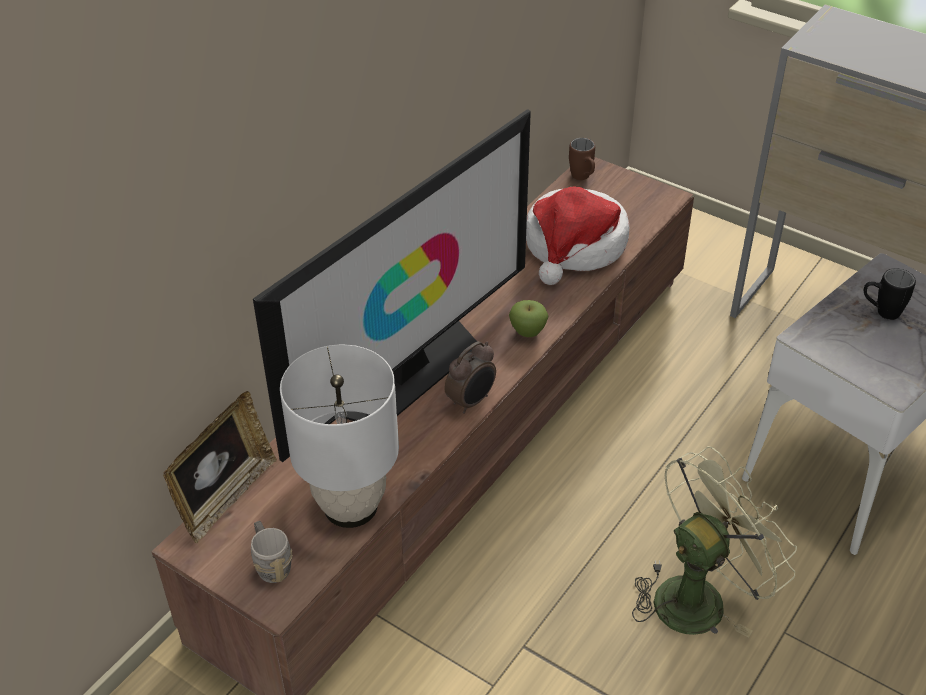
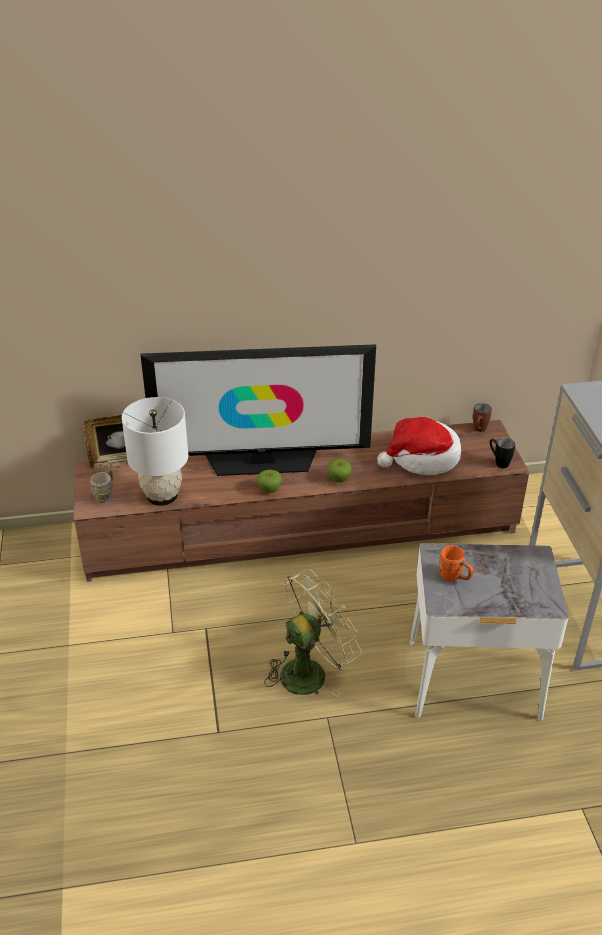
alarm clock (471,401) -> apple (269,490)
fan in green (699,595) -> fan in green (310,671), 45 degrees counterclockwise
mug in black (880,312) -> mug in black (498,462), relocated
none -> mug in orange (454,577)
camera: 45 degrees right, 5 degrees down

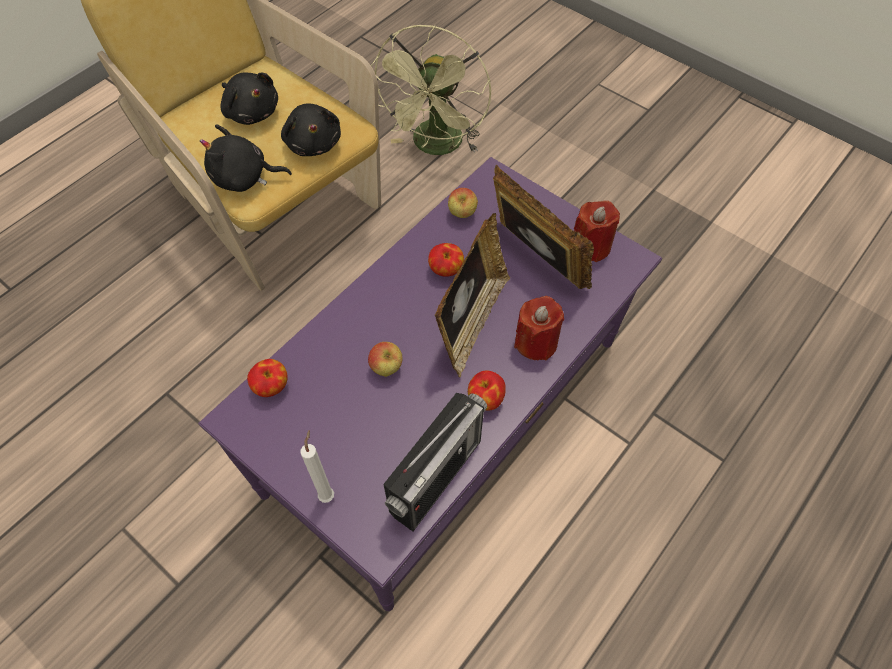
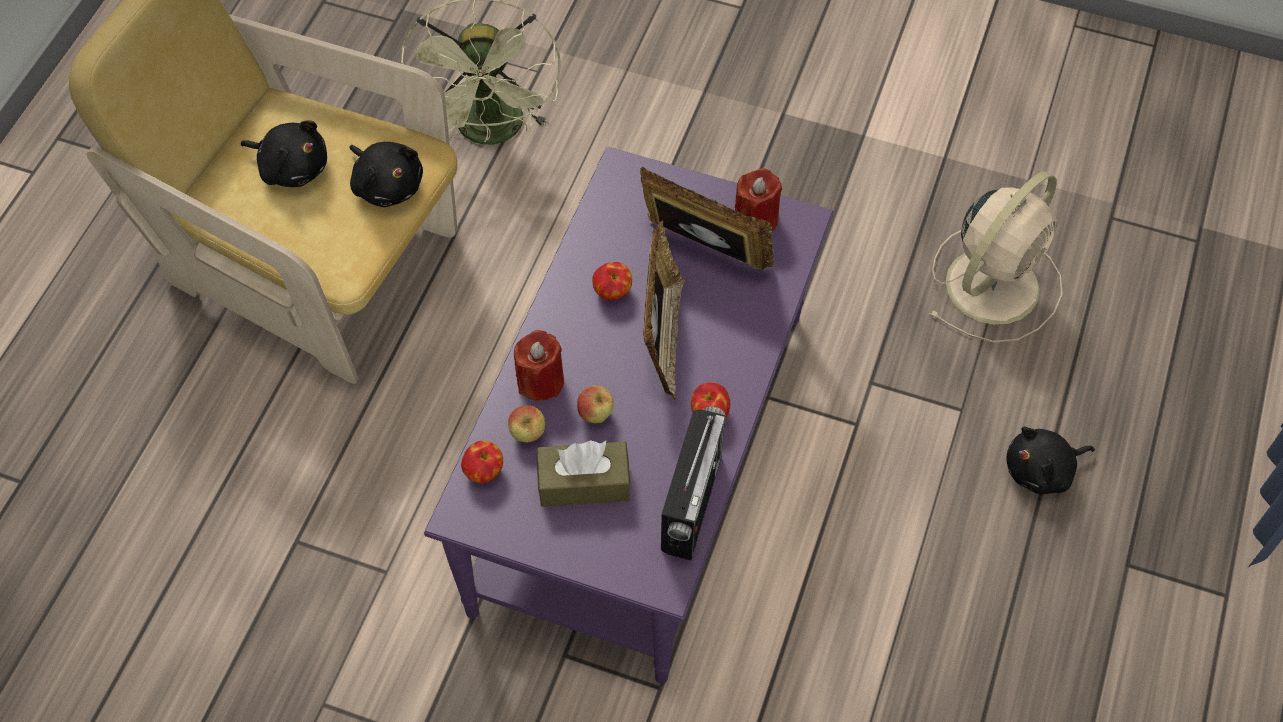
plush toy in black (244,178) -> plush toy in black (1042,471), relocated
candle in white (327,494) -> none
apple (462,214) -> apple (528,434), relocated
candle in red (536,342) -> candle in red (540,381), relocated
none -> tissue box in brown (584,483)
none -> fan in beige (994,283)
camera: 20 degrees left, 0 degrees up

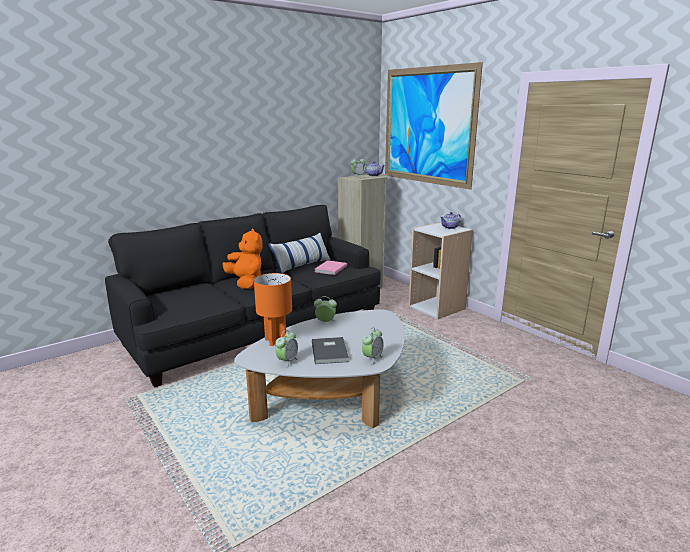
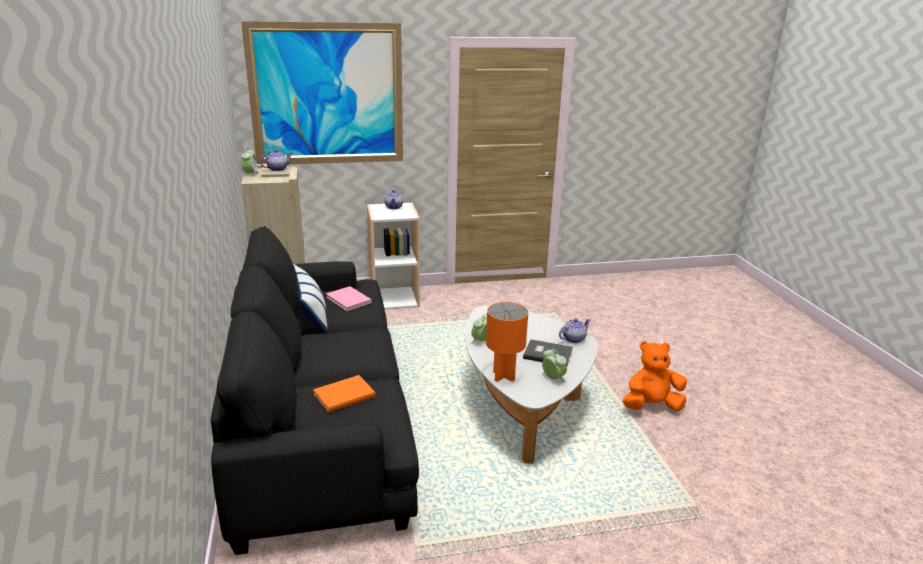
plush toy in orange (246,283) -> plush toy in orange (651,406), relocated
alarm clock (372,358) -> teapot (573,339)
none -> book in orange (343,395)
camera: 65 degrees left, 5 degrees up

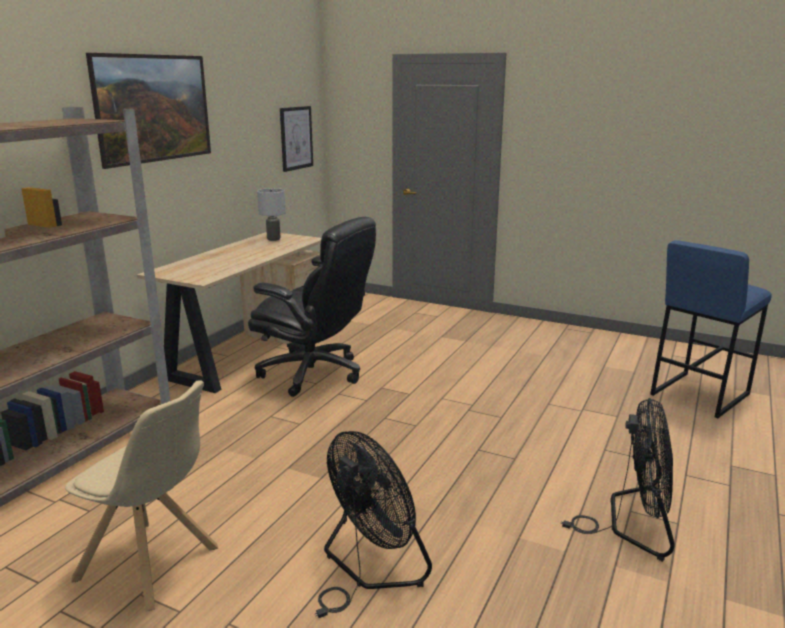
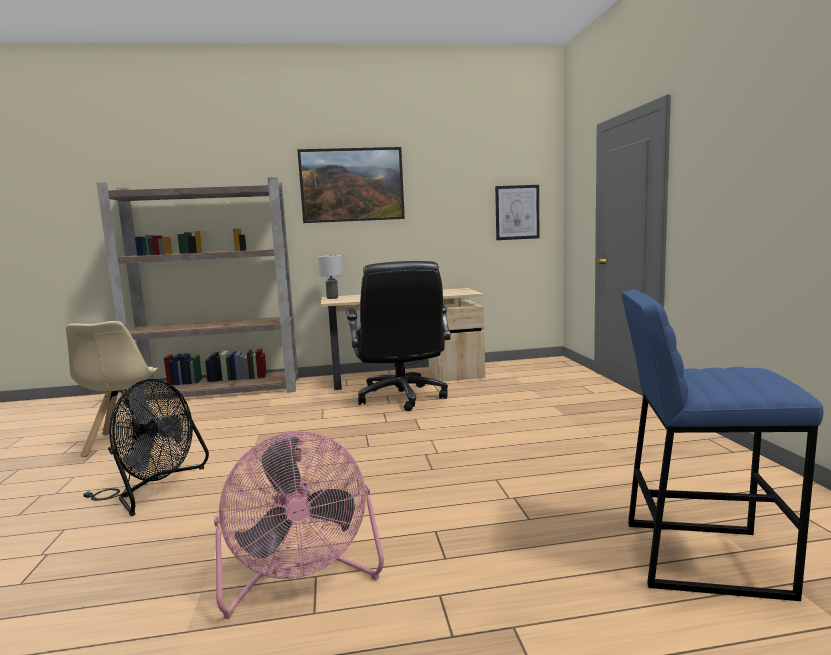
table lamp in white (273,239) -> table lamp in white (332,298), relocated
fan in black (630,520) -> fan in pink (295,580)
camera: 55 degrees right, 10 degrees down

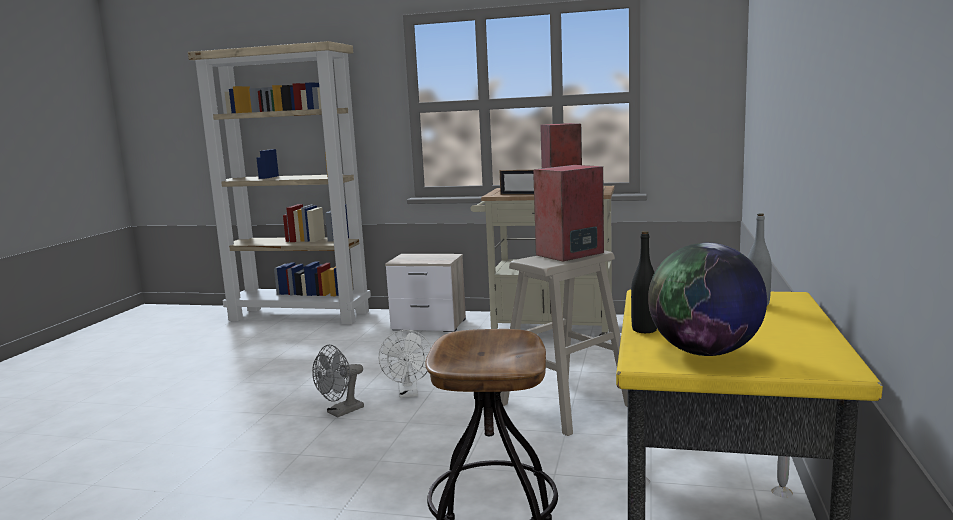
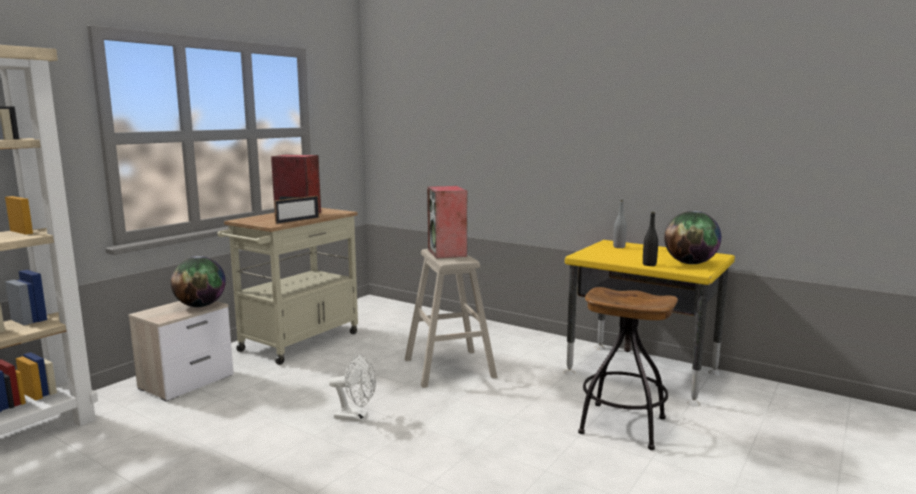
fan in grey (341,412) -> none
none -> globe (200,306)
camera: 70 degrees left, 0 degrees up

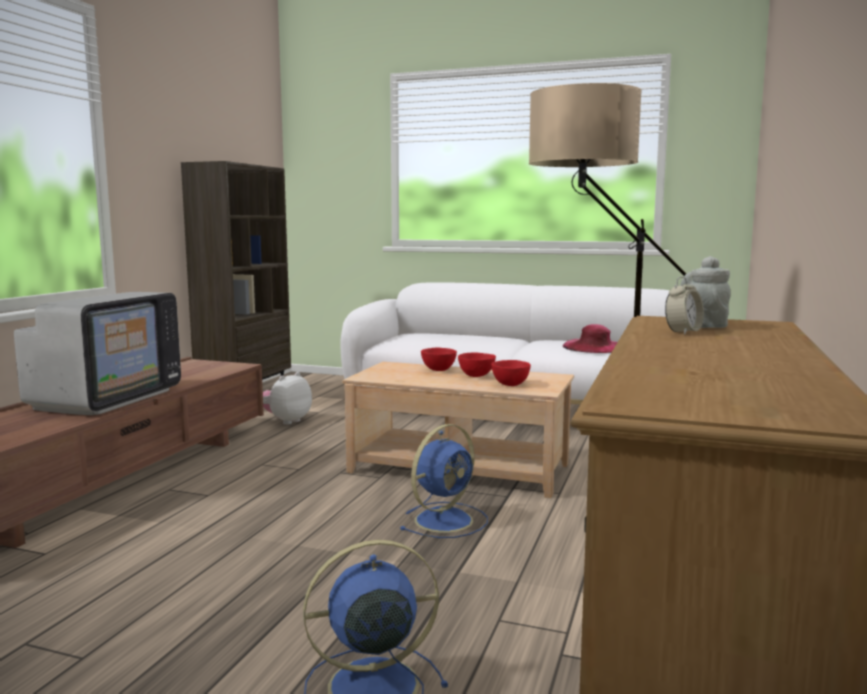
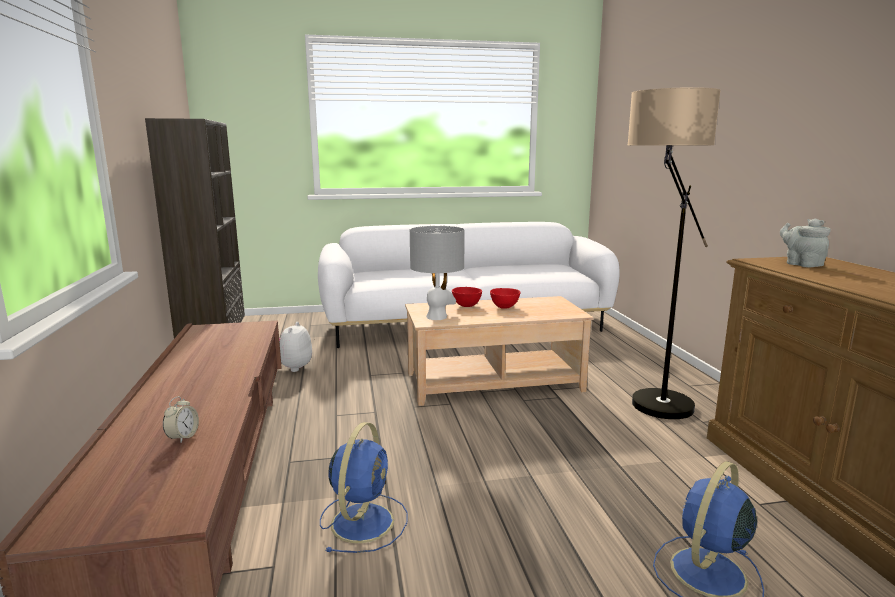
television (107,399) -> none
fan in blue (445,520) -> fan in blue (363,520), relocated
bowl in red (510,384) -> none
hat in pink (594,347) -> none
alarm clock (683,332) -> alarm clock (183,437), relocated
none -> table lamp in grey (437,317)
camera: 30 degrees left, 5 degrees up

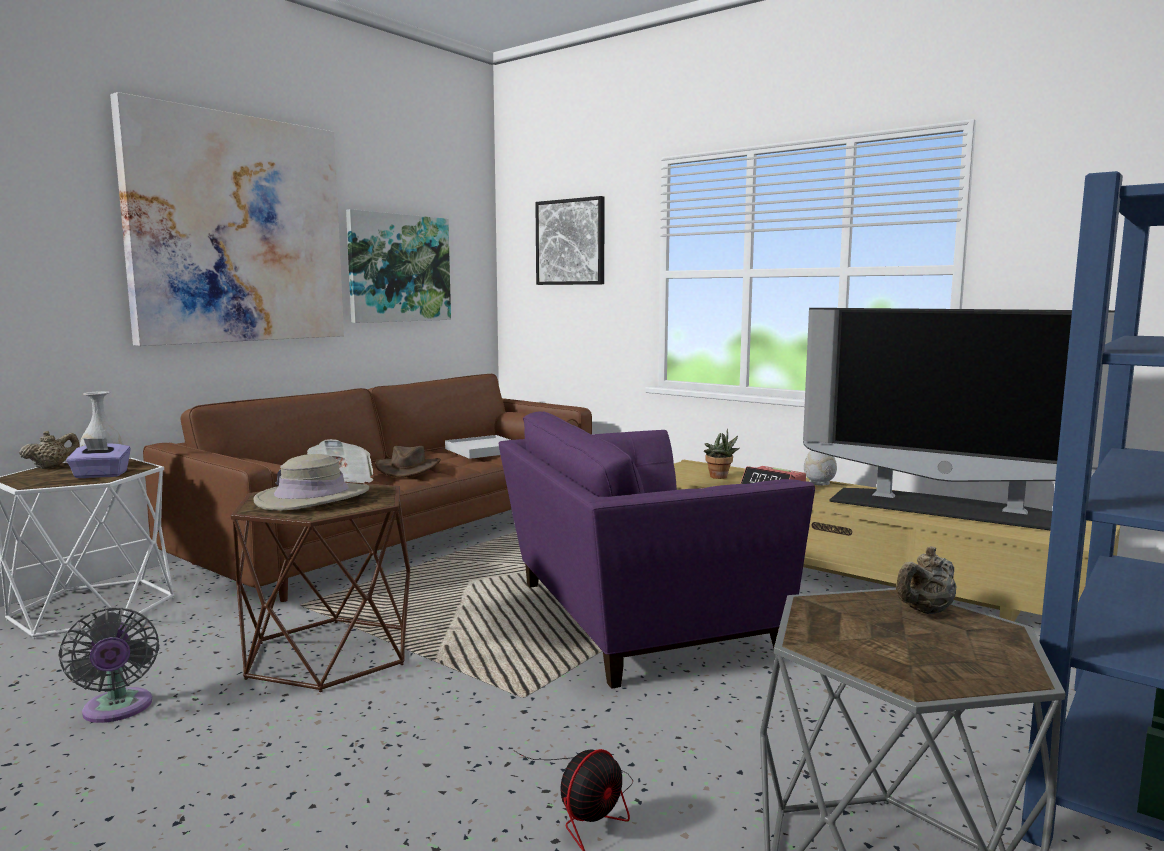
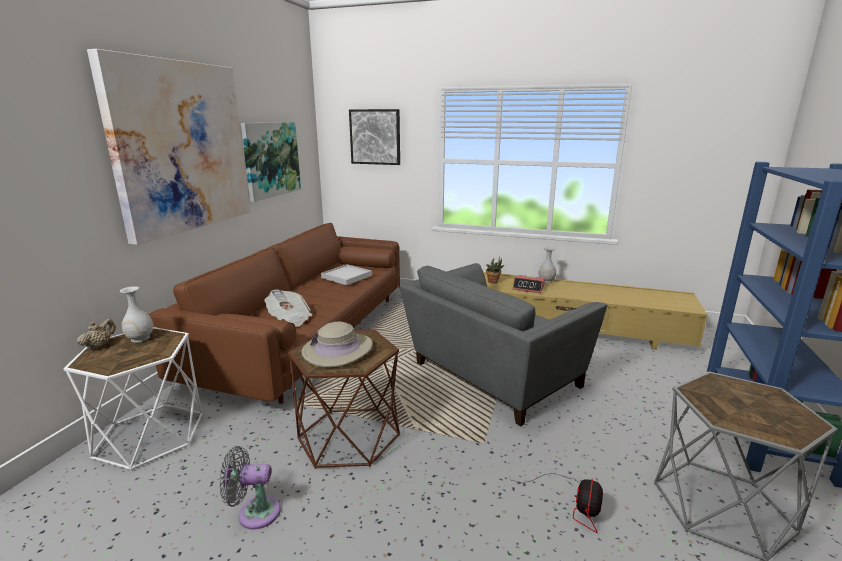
fan in grey (117,710) -> fan in grey (254,513), 135 degrees clockwise
tissue box in purple (100,475) -> none
hat in brown (408,468) -> none
armchair in purple (633,618) -> armchair in grey (491,376)
television (945,508) -> none
teapot in beige (924,611) -> none
camera: 20 degrees left, 10 degrees up

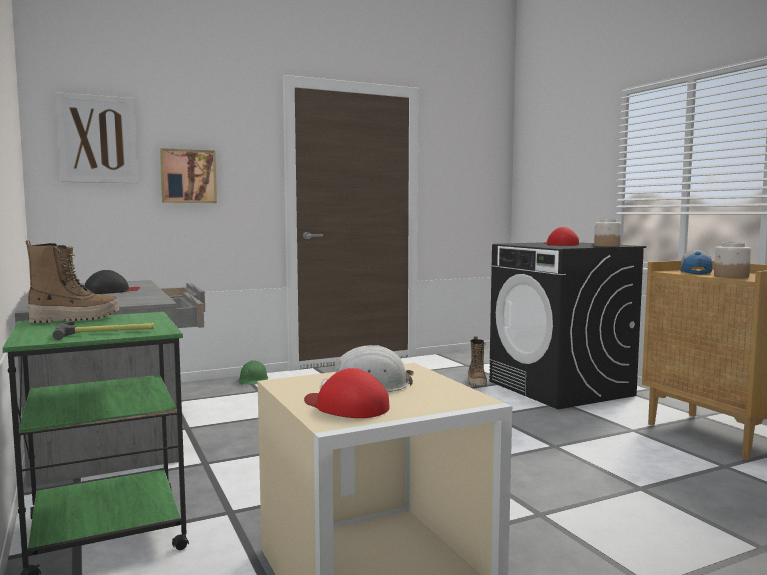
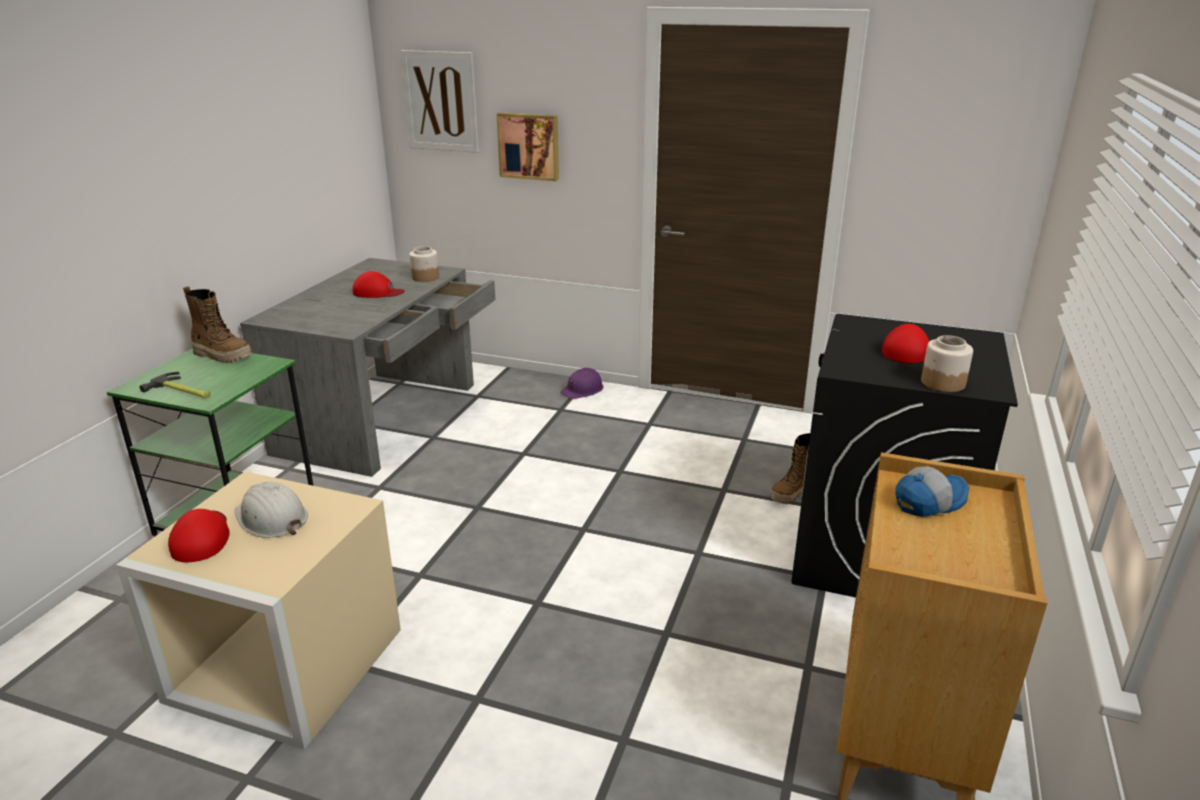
cap in black (111,291) -> cap in red (378,292)
hard hat in green (253,380) -> hard hat in purple (583,390)
jar (731,276) -> jar (425,277), relocated
camera: 45 degrees right, 20 degrees up

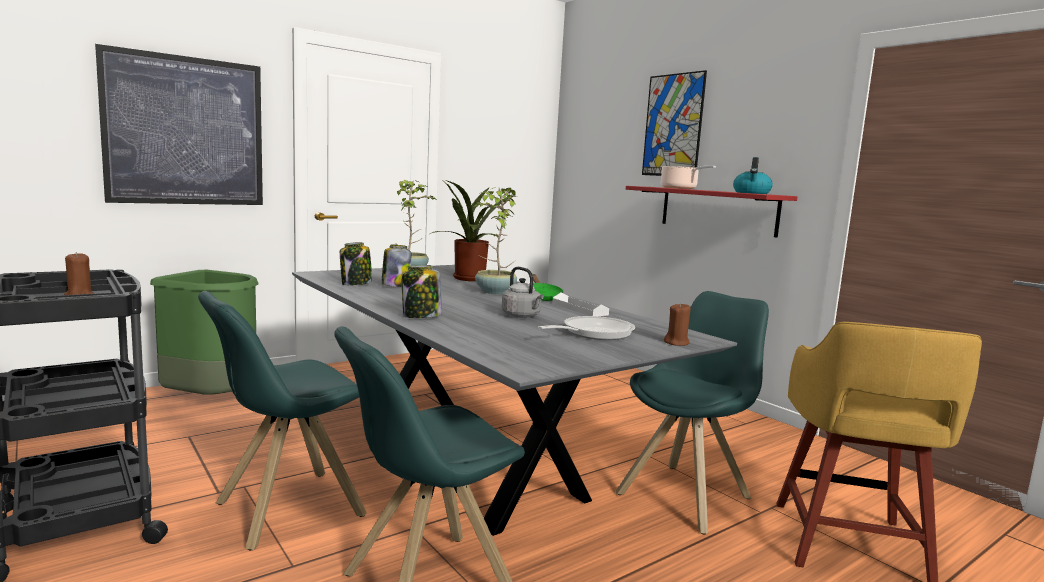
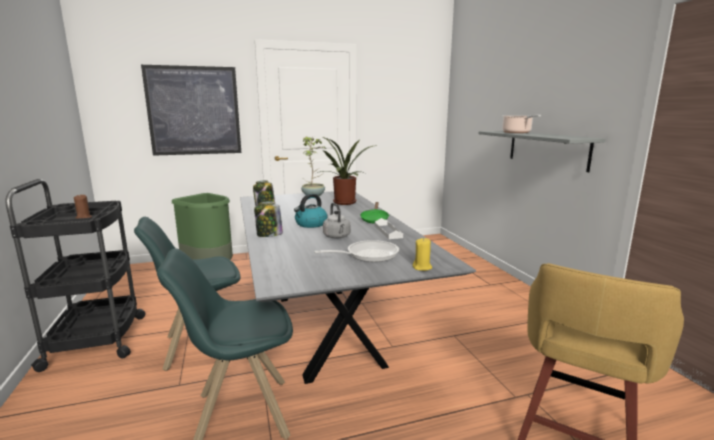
jar (395,285) -> none
potted plant (494,292) -> none
chair in turquoise (685,496) -> none
shelf in red (717,210) -> shelf in grey (547,149)
picture (673,125) -> none
candle in brown (676,343) -> candle in yellow (422,267)
kettle (751,193) -> kettle (311,224), relocated
camera: 20 degrees right, 5 degrees up

